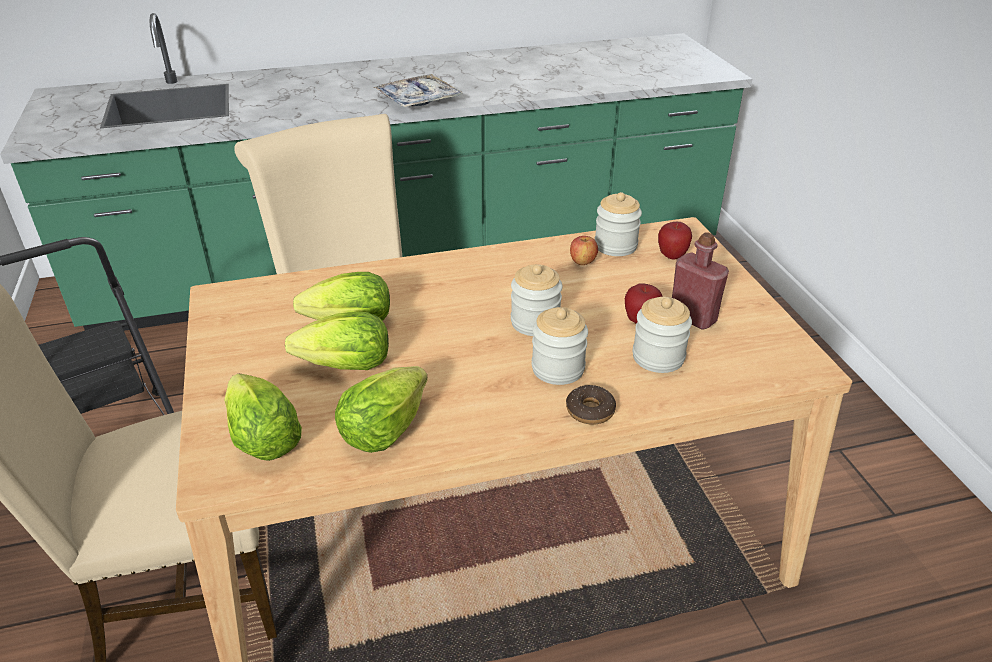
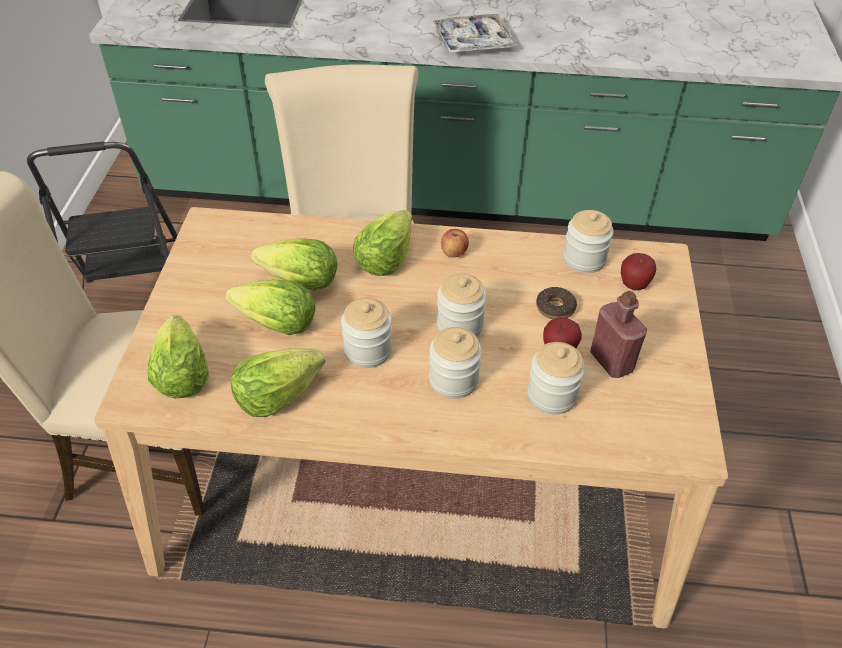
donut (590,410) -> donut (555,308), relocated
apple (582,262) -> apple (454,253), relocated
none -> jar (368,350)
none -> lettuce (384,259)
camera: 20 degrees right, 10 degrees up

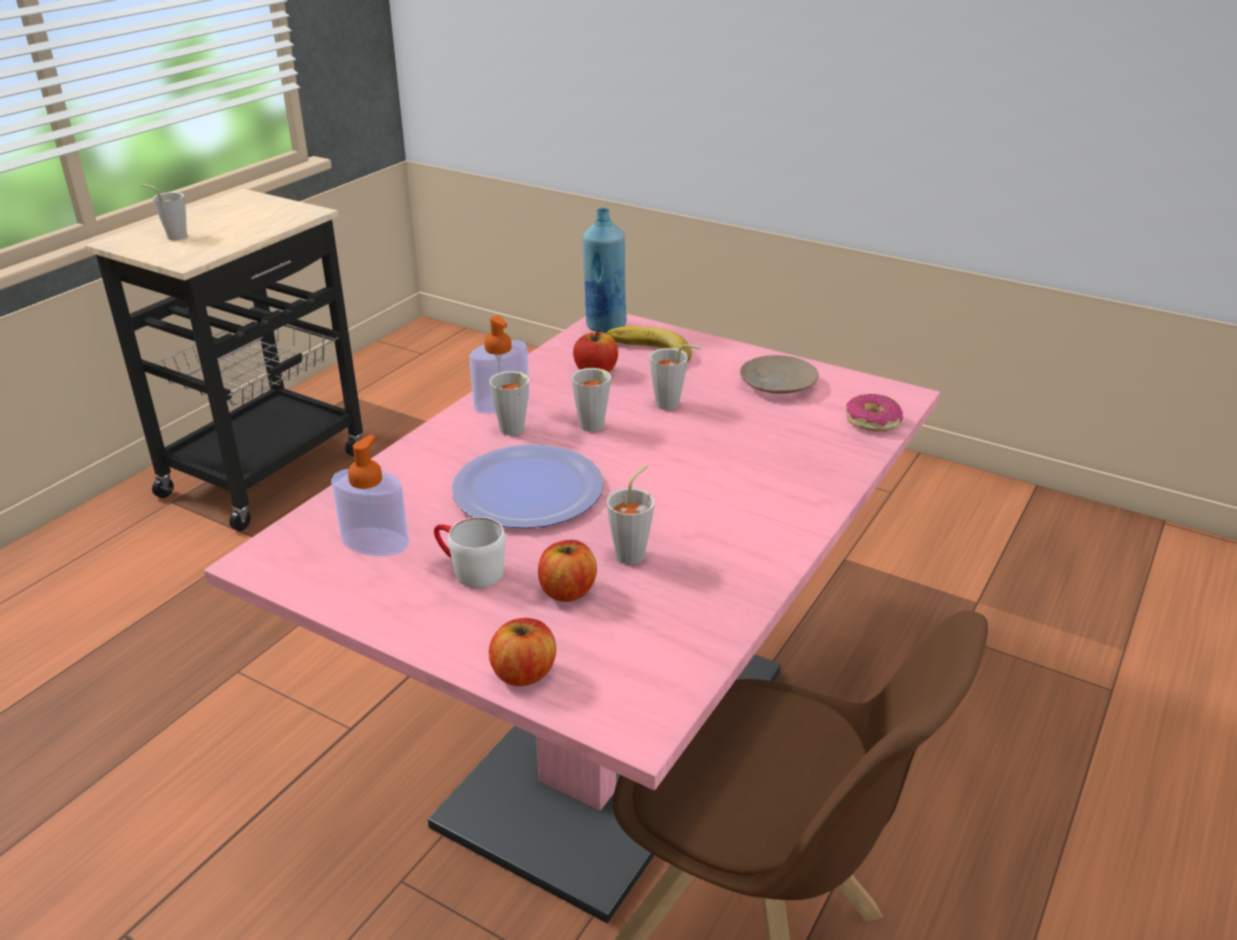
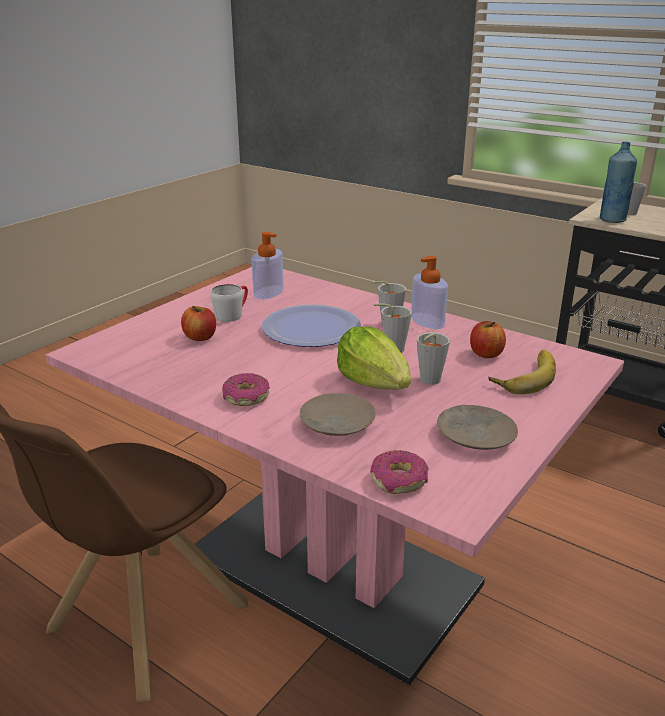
apple (523,673) -> none
bottle in blue (605,326) -> bottle in blue (612,220), relocated
cup in grey (634,552) -> none
none -> donut (246,397)
none -> plate in beige (337,423)
none -> lettuce (375,383)
camera: 95 degrees right, 5 degrees down

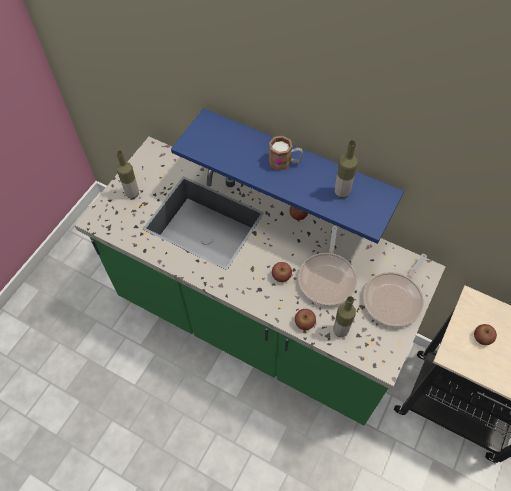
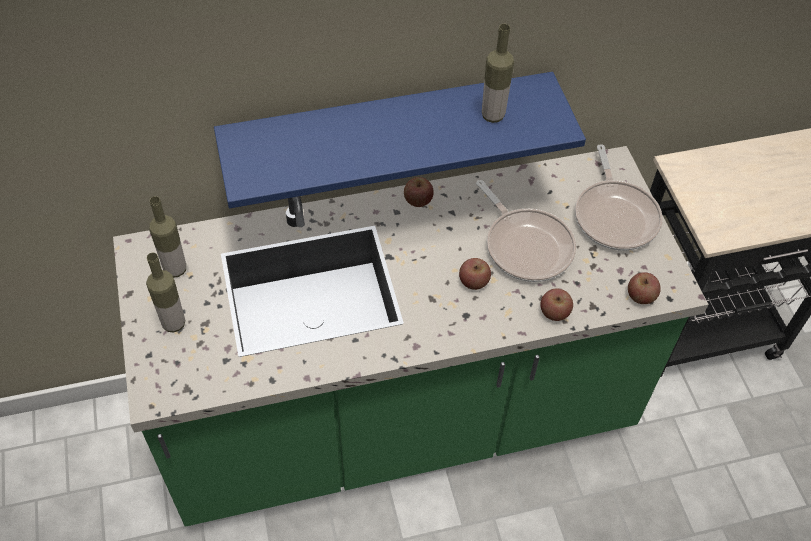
mug (285,162) -> none
bottle (340,330) -> bottle (175,269), relocated
apple (482,338) -> apple (641,296), relocated
camera: 45 degrees left, 5 degrees down

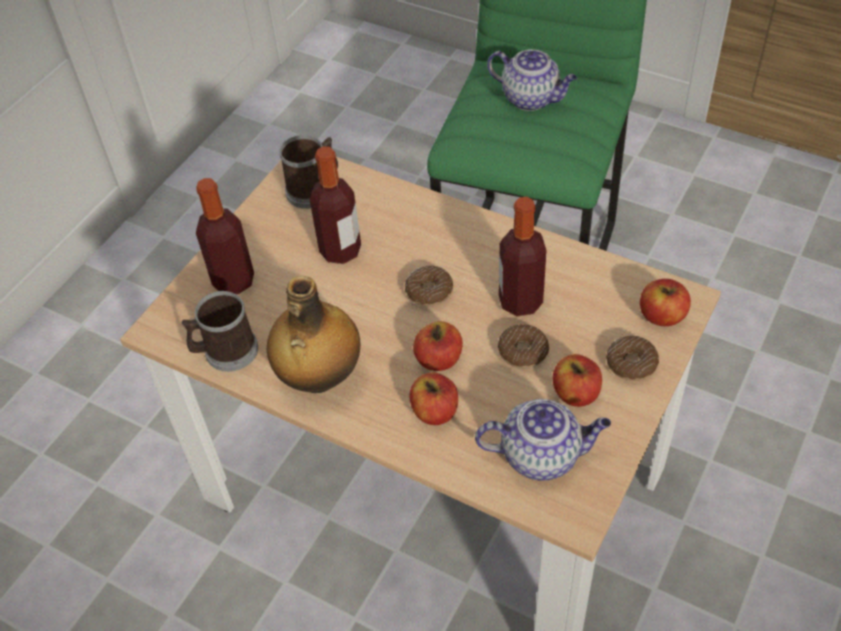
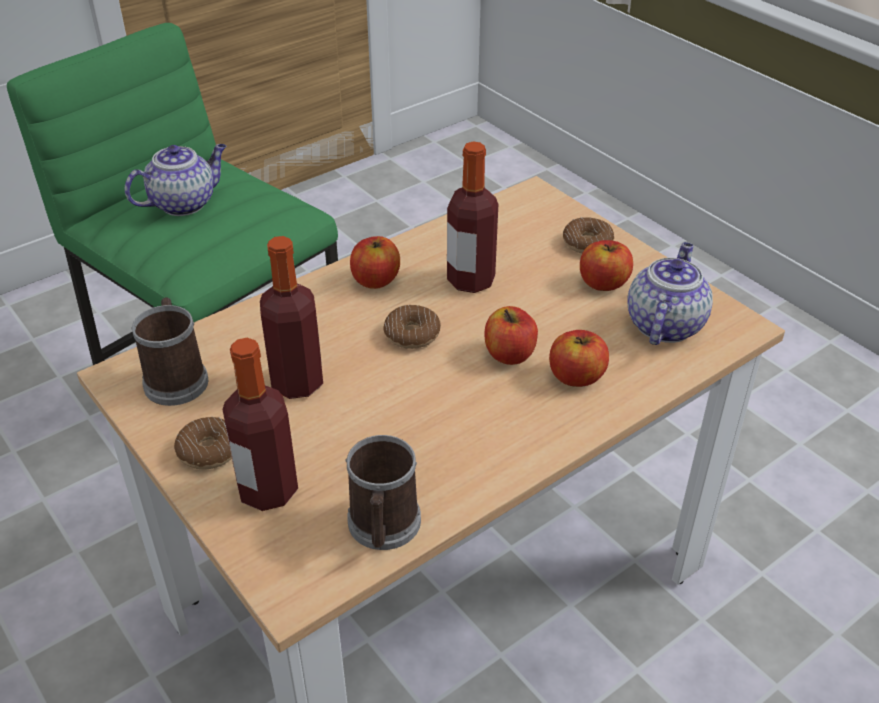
bottle (319,377) -> none
donut (522,351) -> donut (209,451), relocated
apple (662,315) -> apple (375,280), relocated
camera: 70 degrees left, 10 degrees down

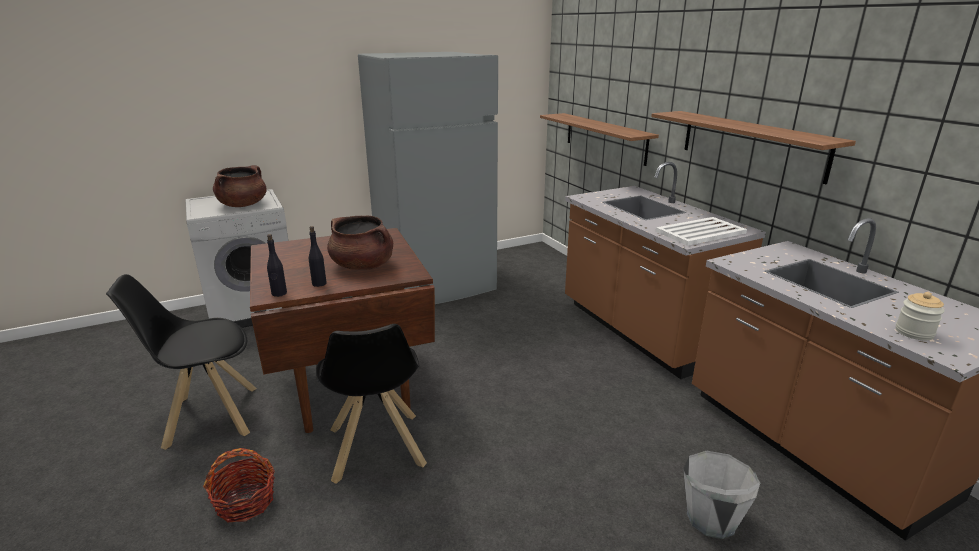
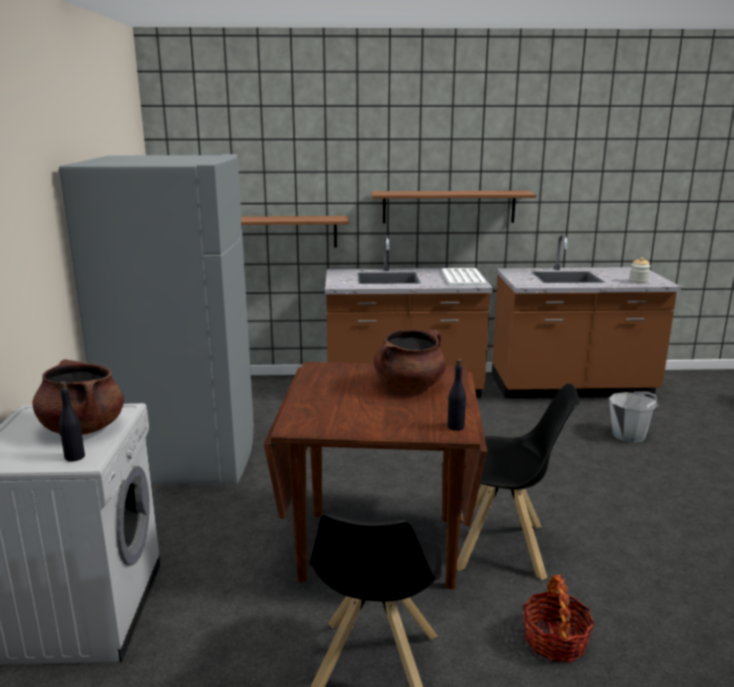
bottle in black (319,283) -> bottle in black (74,457), relocated
camera: 65 degrees left, 5 degrees down

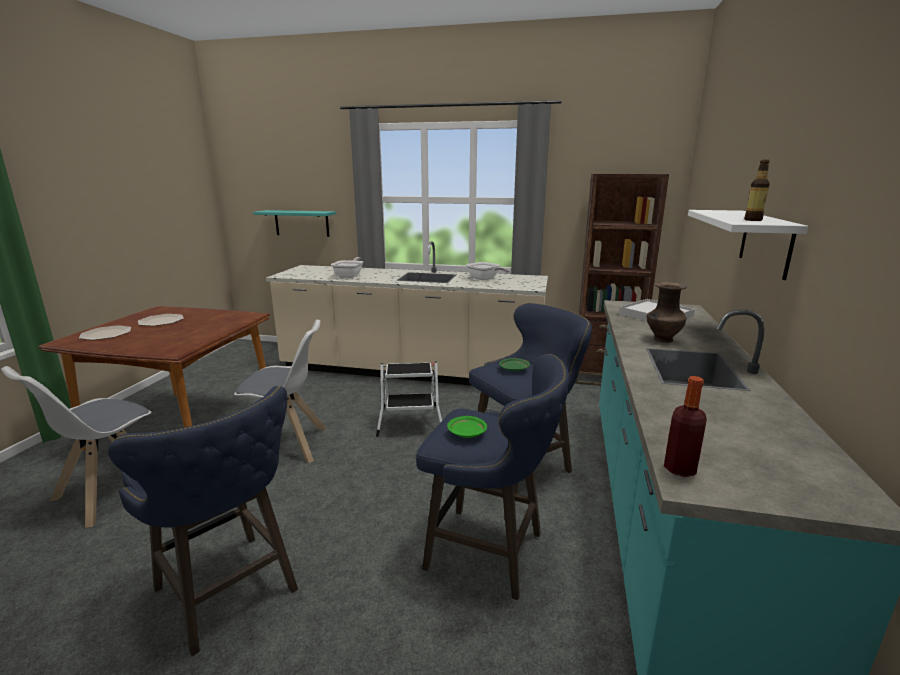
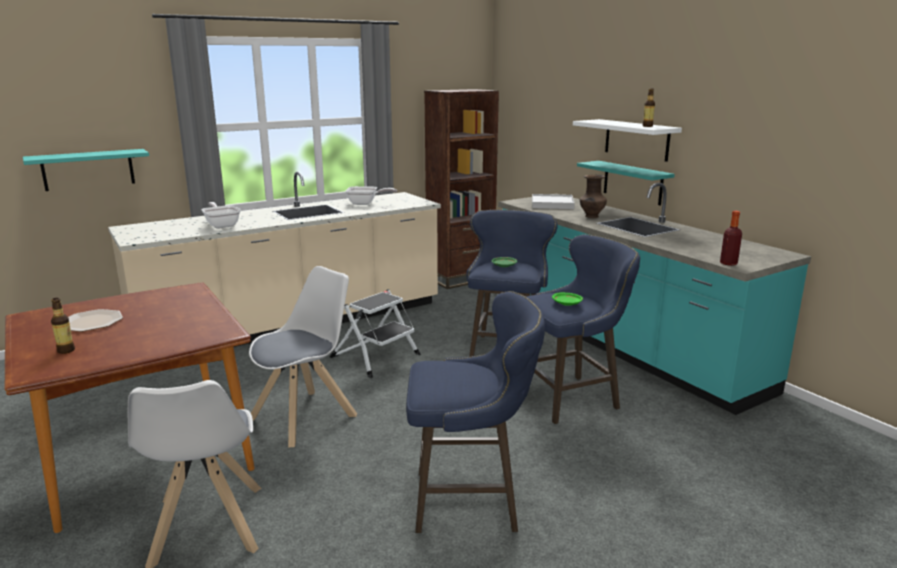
plate (106,334) -> bottle (66,350)
none -> shelf in turquoise (632,182)
camera: 45 degrees left, 0 degrees up

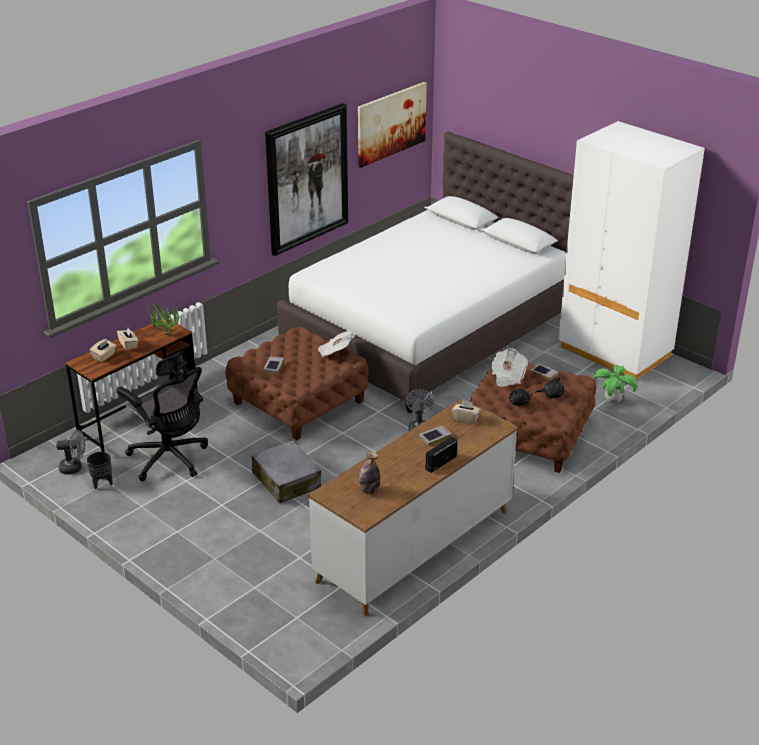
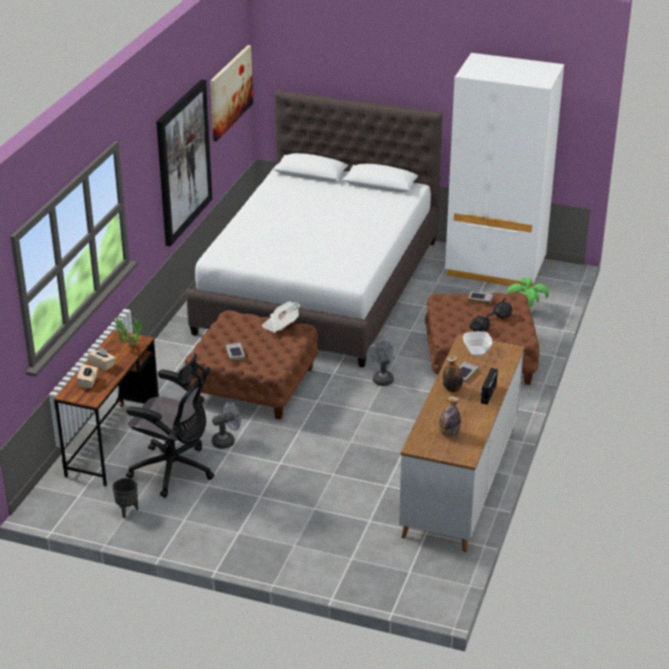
fan in grey (74,468) -> fan in grey (227,441), relocated
suitcase in grey (286,481) -> none
tissue box in beige (465,419) -> bowl (476,351)
newspaper (507,377) -> none
none -> bottle (452,389)
camera: 25 degrees left, 0 degrees up

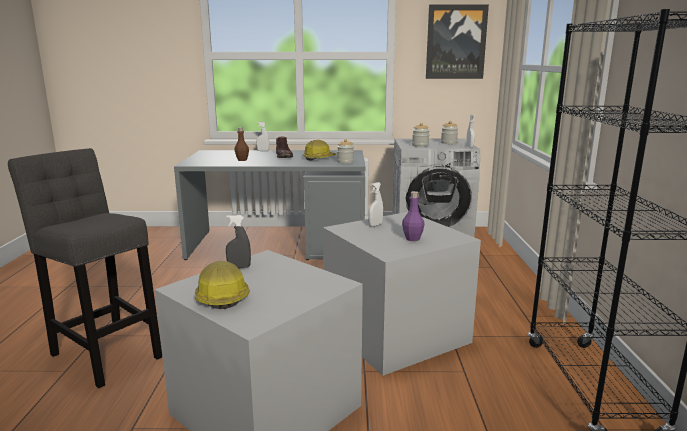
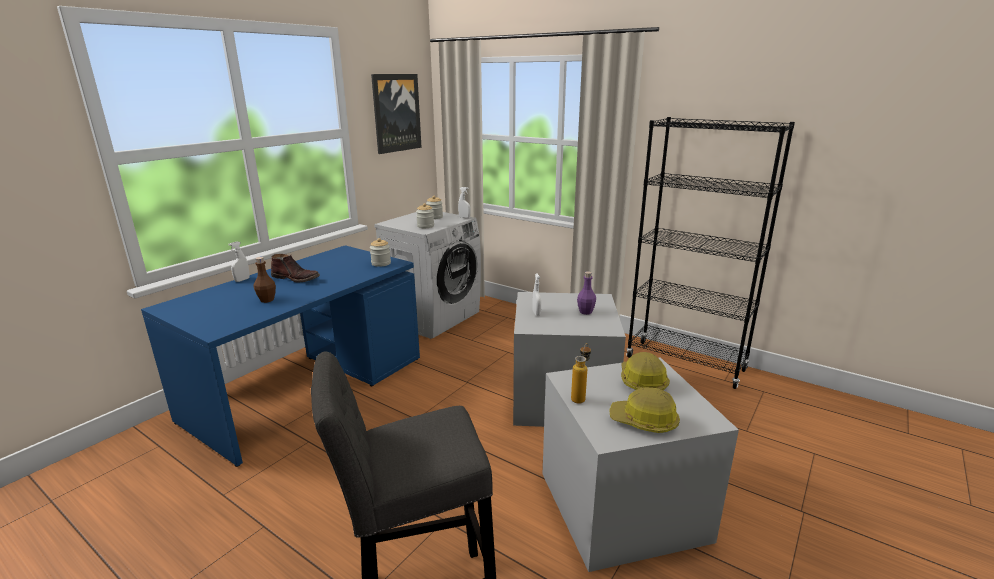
desk in grey (279,245) -> desk in blue (308,387)
spray bottle in grey (239,267) -> bottle (580,397)
hard hat (319,158) -> hard hat (641,381), relocated
camera: 55 degrees left, 5 degrees up

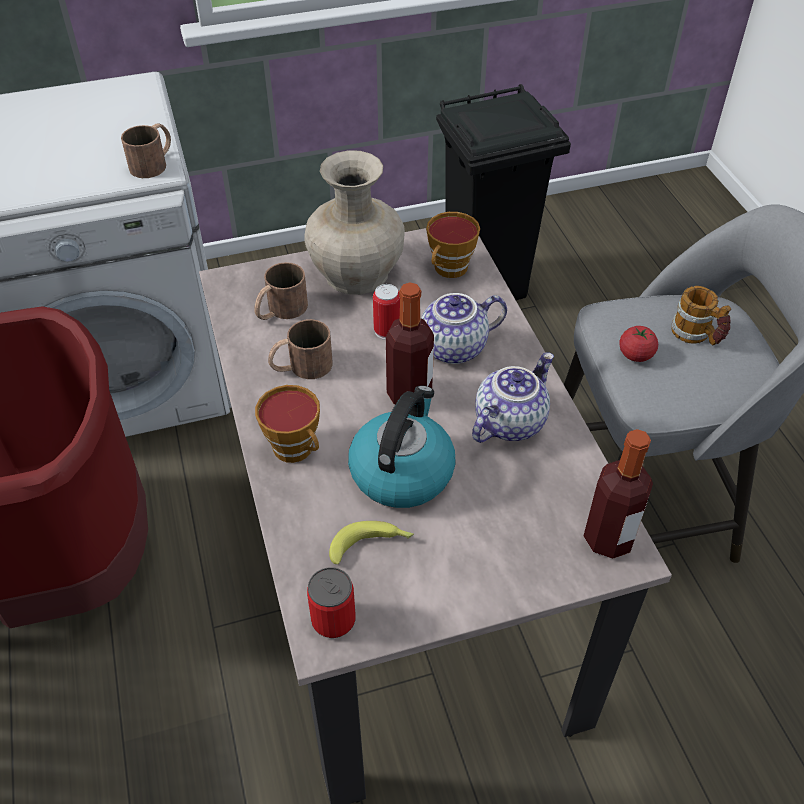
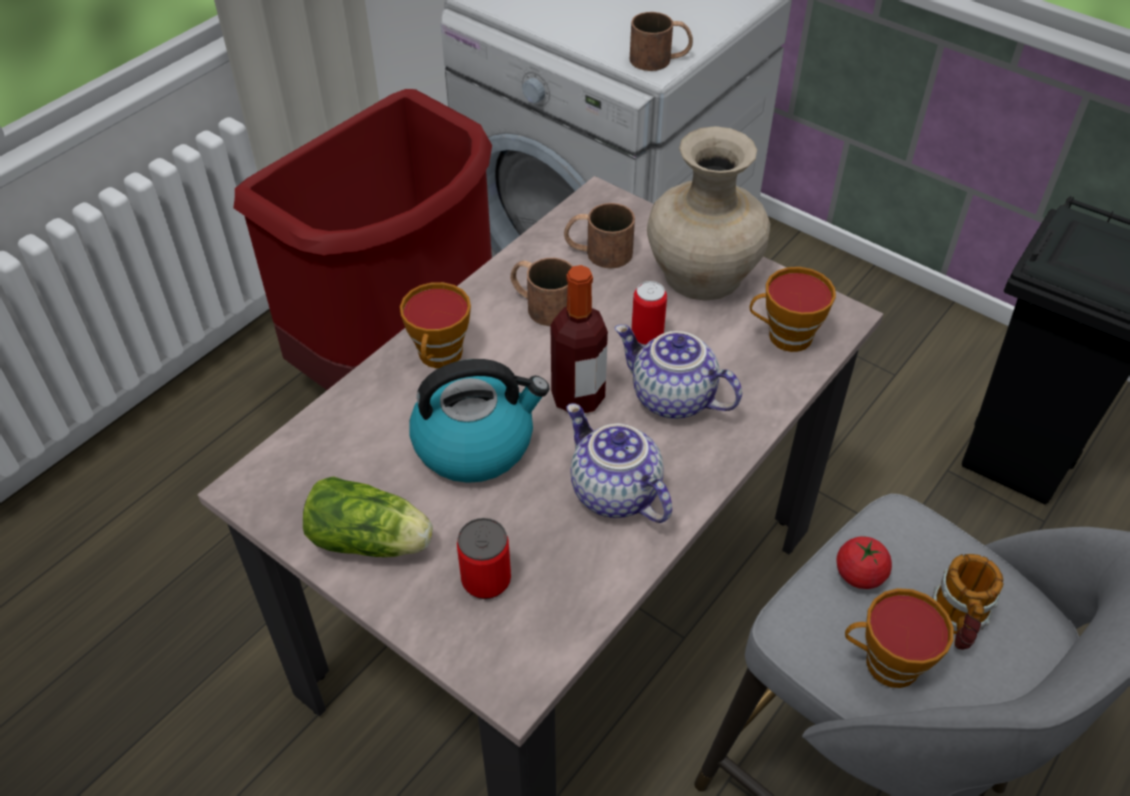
can (333,620) -> can (486,580), relocated
banana (371,546) -> none
teapot (508,421) -> teapot (613,493), 135 degrees counterclockwise
bottle (608,539) -> none
none -> lettuce (373,541)
none -> cup (885,664)
camera: 55 degrees right, 0 degrees up

